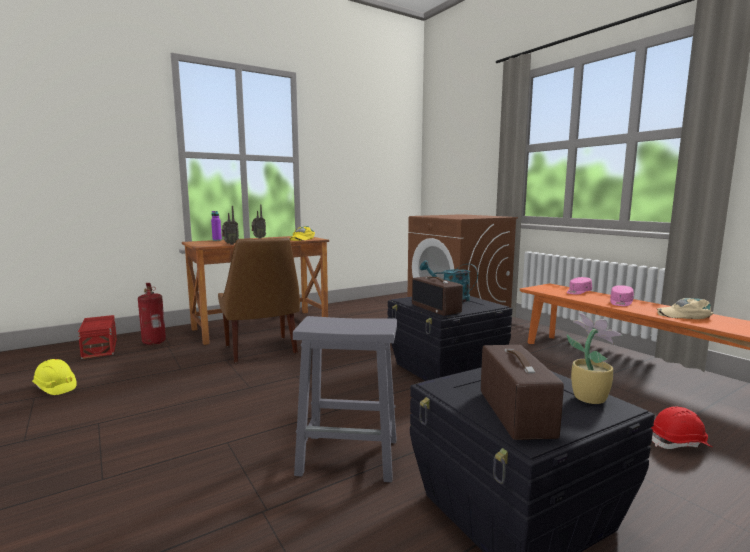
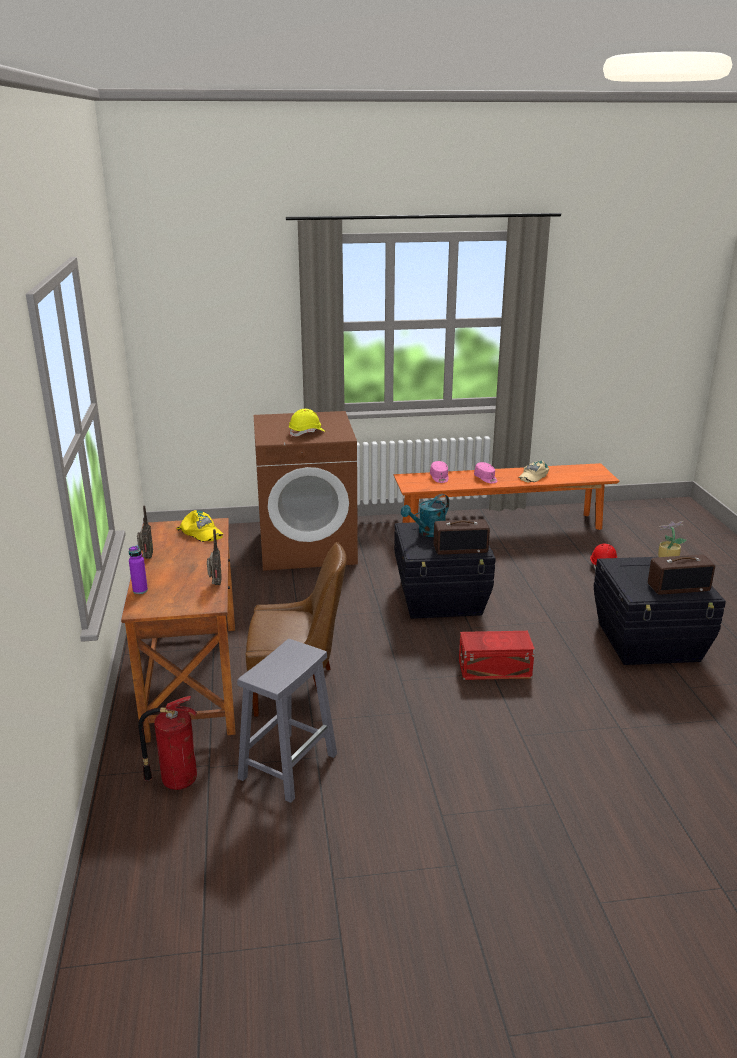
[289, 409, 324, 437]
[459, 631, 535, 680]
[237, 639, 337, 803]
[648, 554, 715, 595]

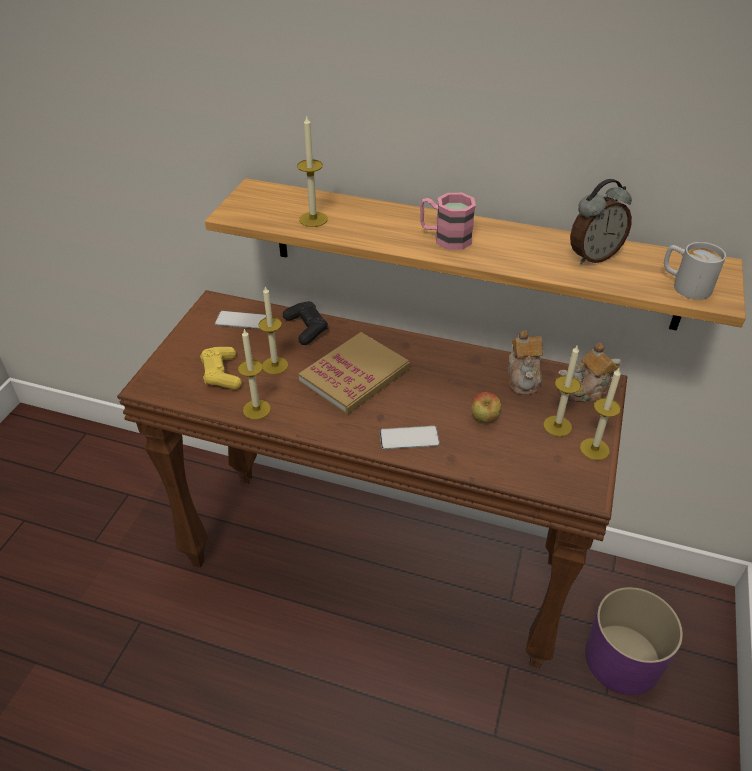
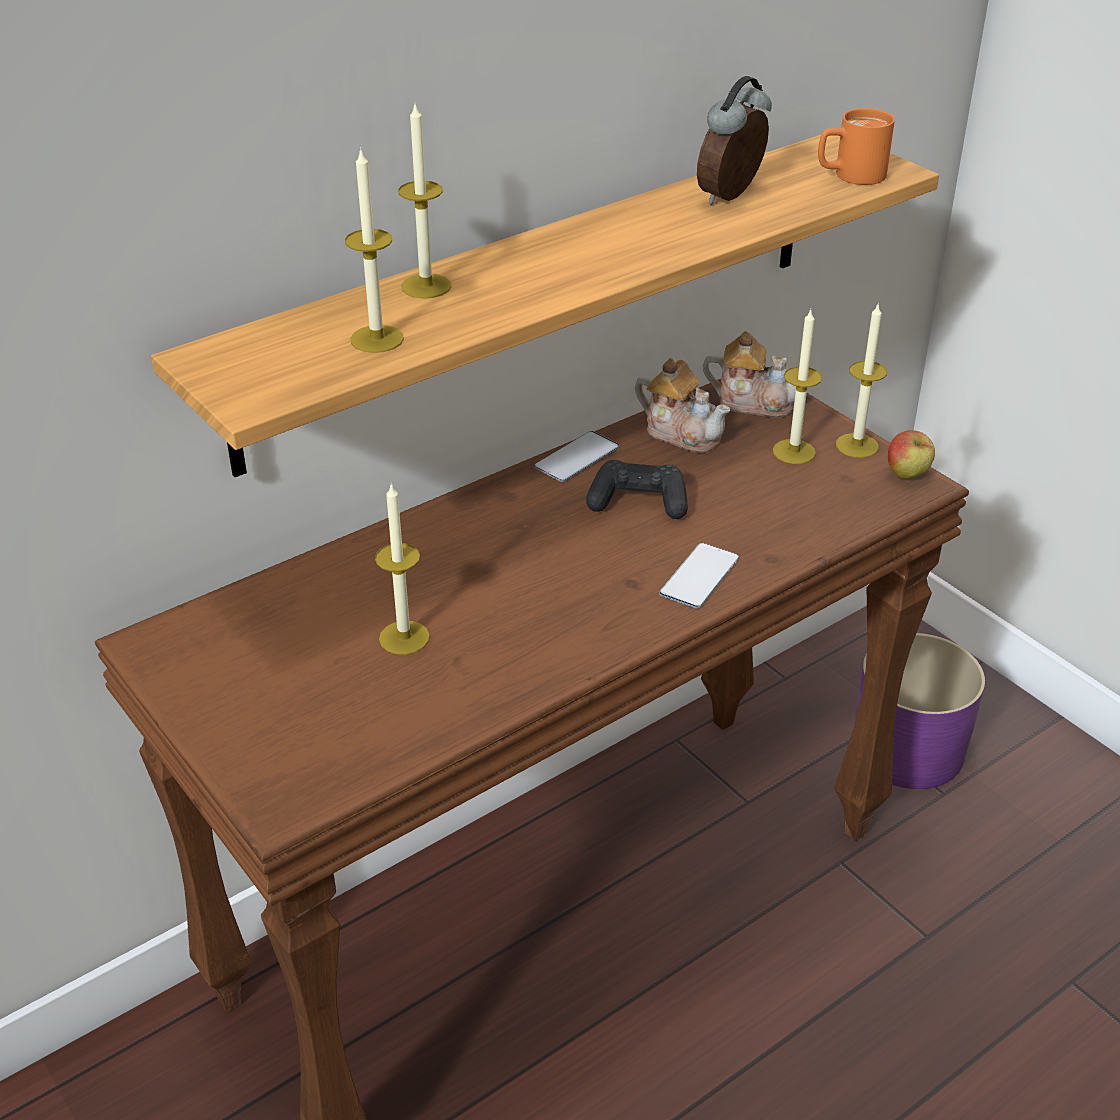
[200, 347, 242, 390] (first image)
[534, 431, 619, 482]
[398, 105, 451, 299]
[586, 460, 688, 519]
[298, 332, 410, 415] (first image)
[420, 193, 476, 250] (first image)
[888, 430, 935, 479]
[703, 331, 796, 418]
[697, 76, 772, 205]
[818, 108, 895, 185]

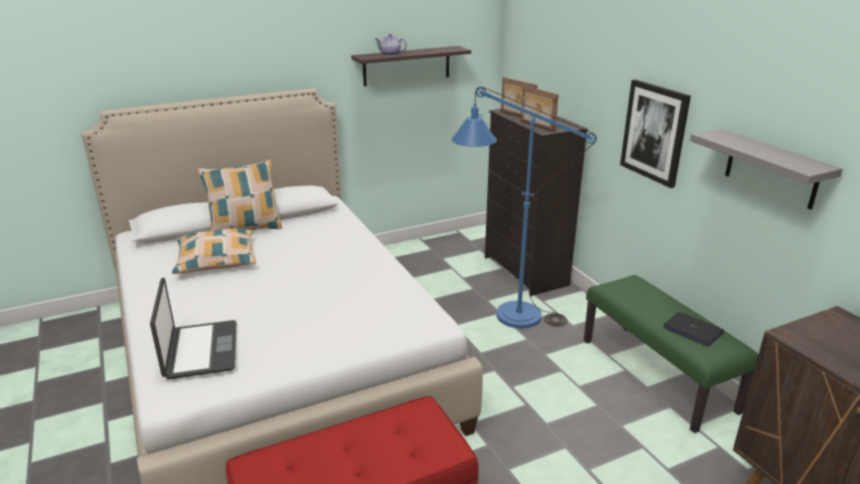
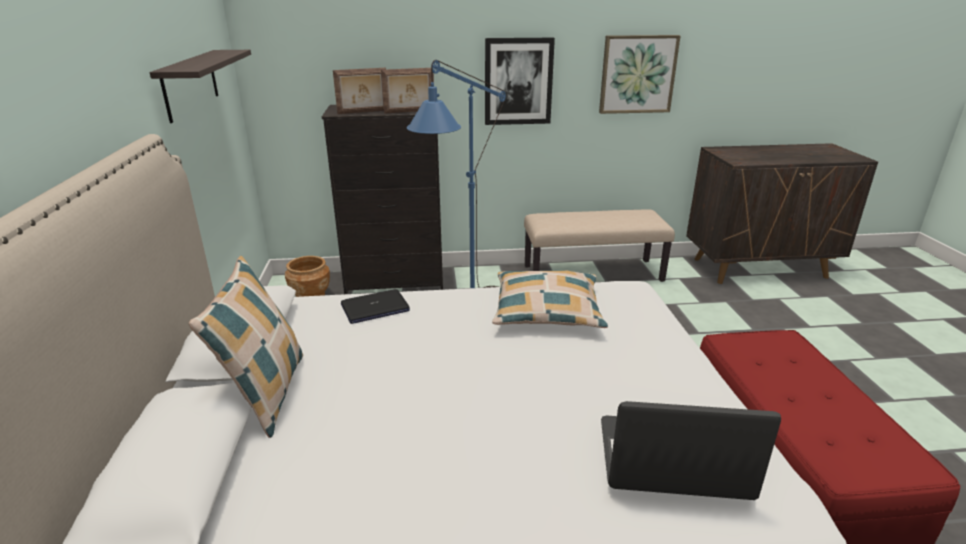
[492, 270, 608, 328]
[375, 34, 407, 56] (first image)
[524, 209, 675, 282]
[341, 289, 410, 324]
[599, 35, 681, 114]
[285, 256, 330, 297]

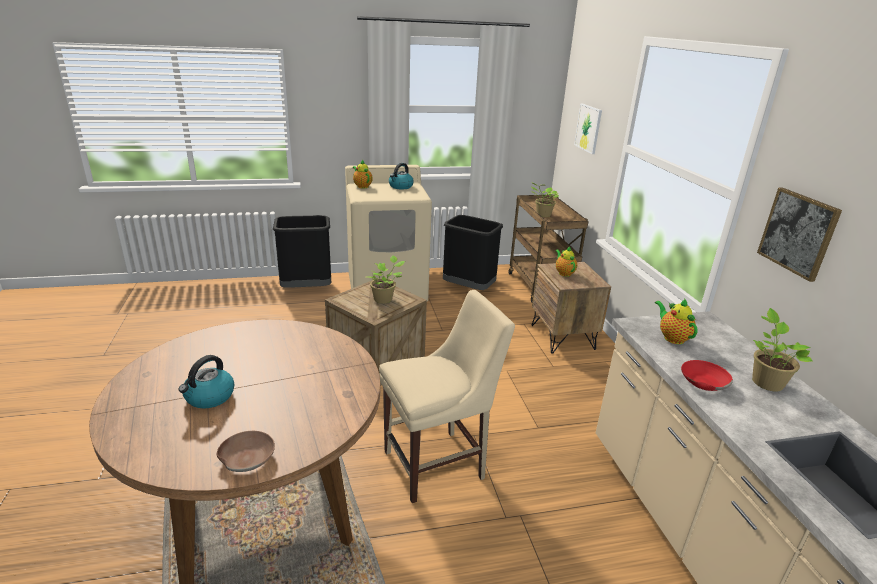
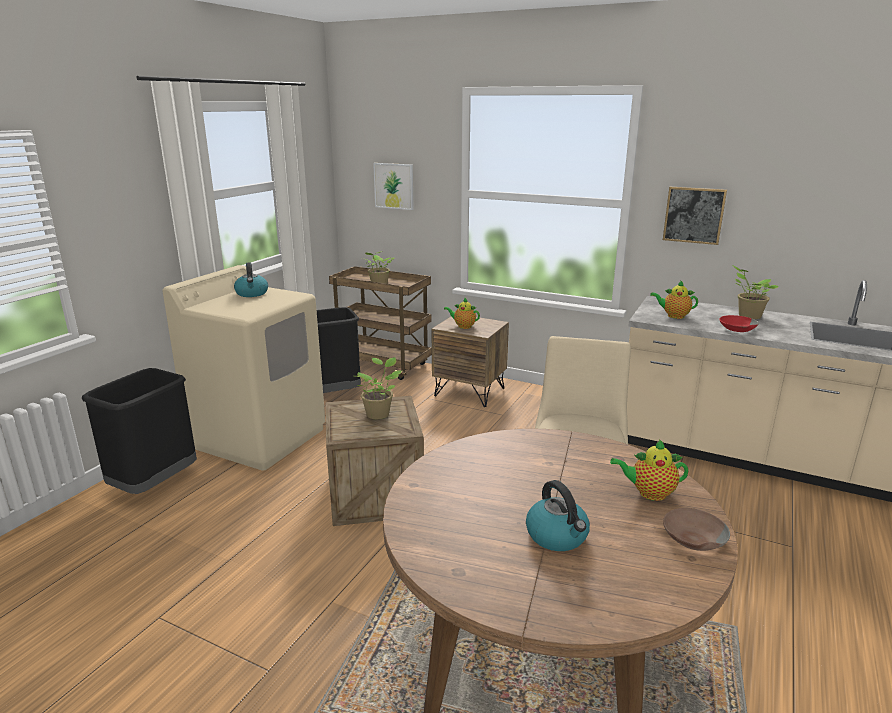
[610, 439, 688, 501]

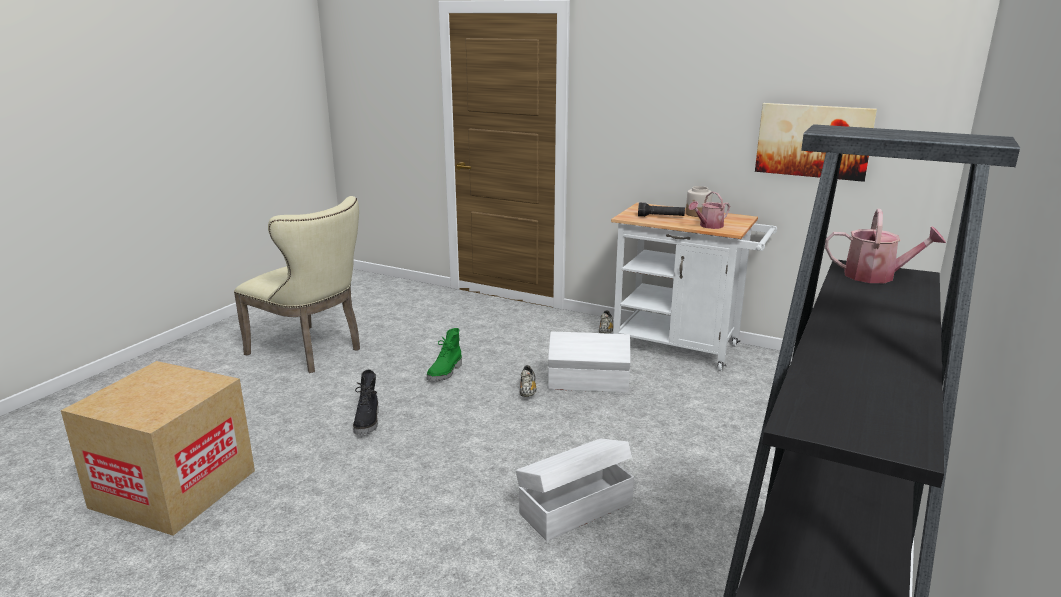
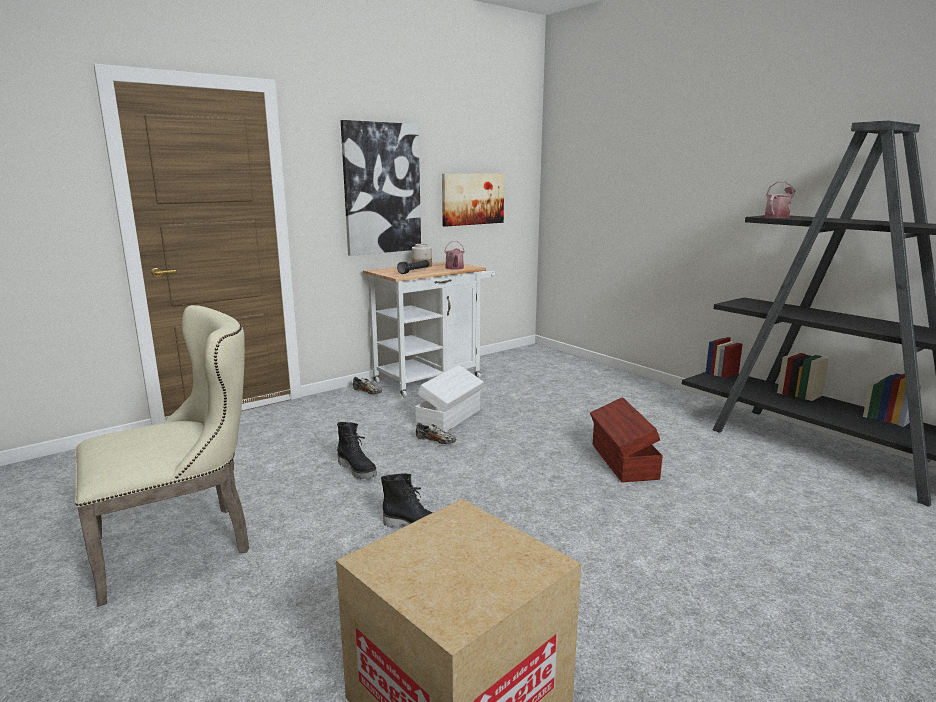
[337, 422, 377, 479]
[590, 397, 663, 482]
[341, 120, 421, 256]

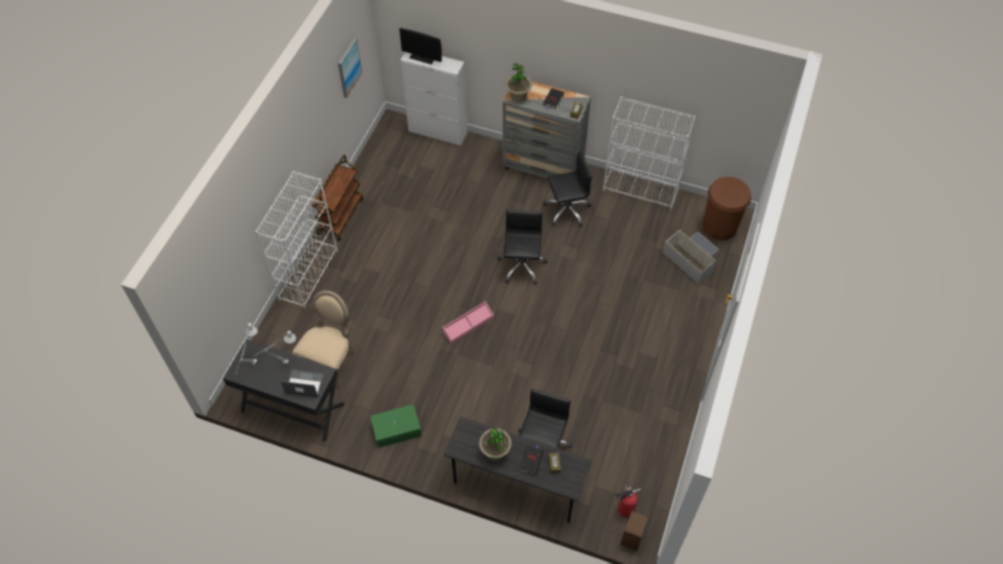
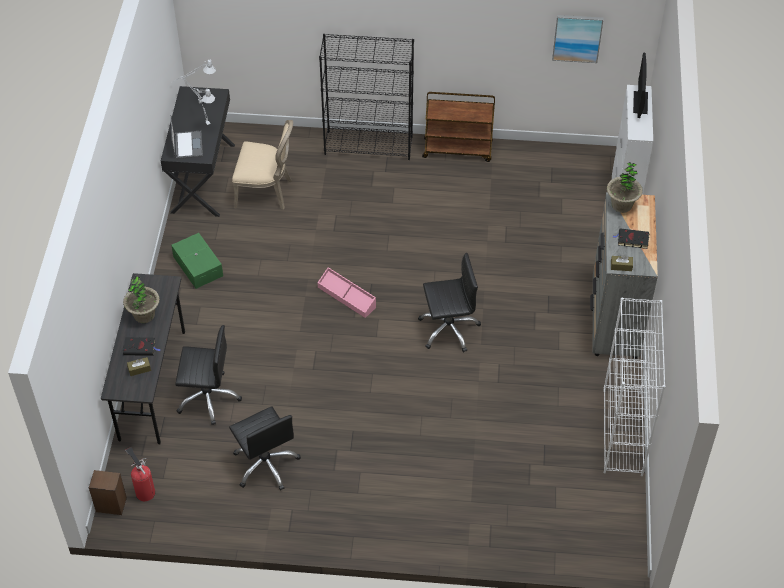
[319, 34, 414, 160]
[229, 406, 301, 491]
[663, 230, 719, 284] (first image)
[703, 177, 751, 241] (first image)

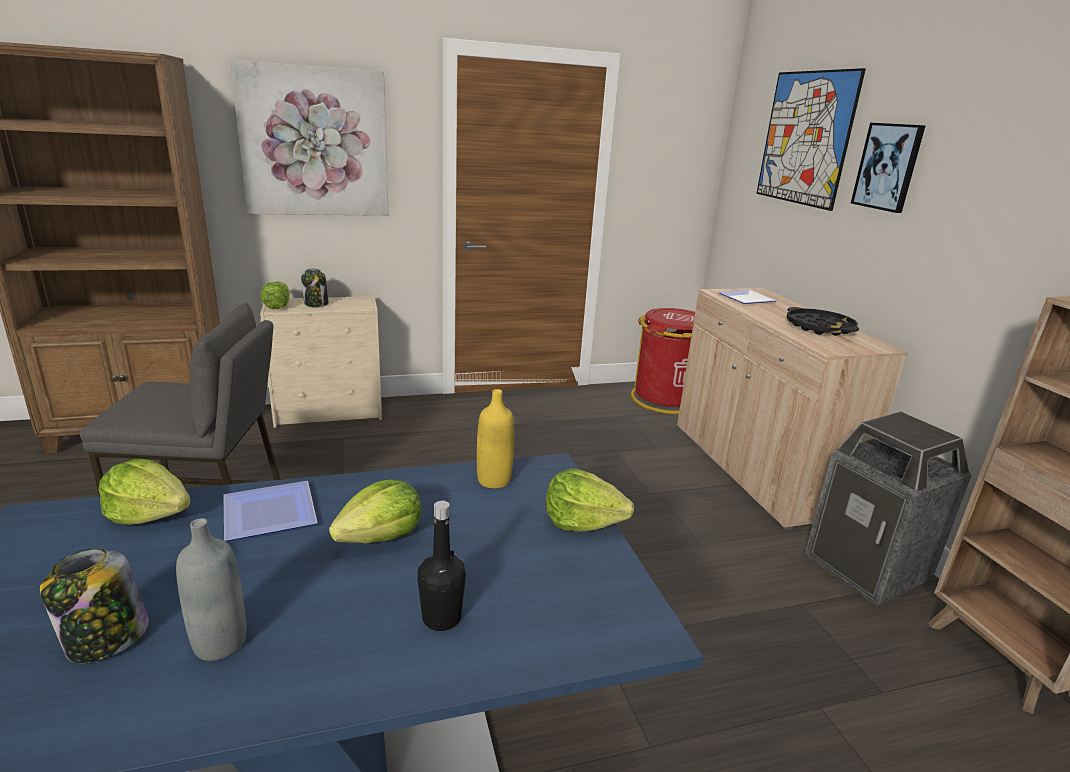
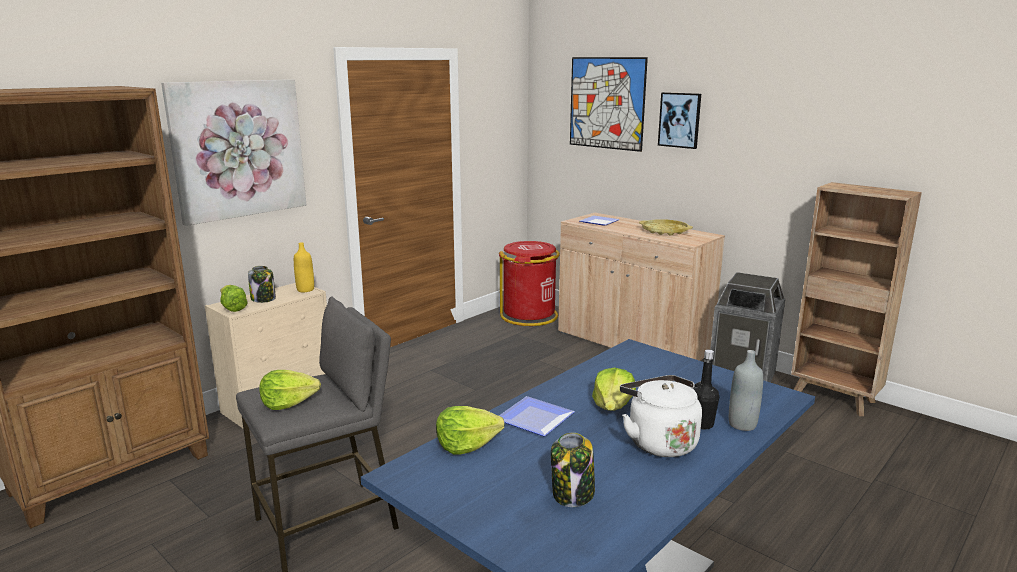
[729, 350, 763, 431]
[294, 242, 314, 292]
[259, 370, 321, 410]
[639, 219, 693, 236]
[620, 375, 702, 457]

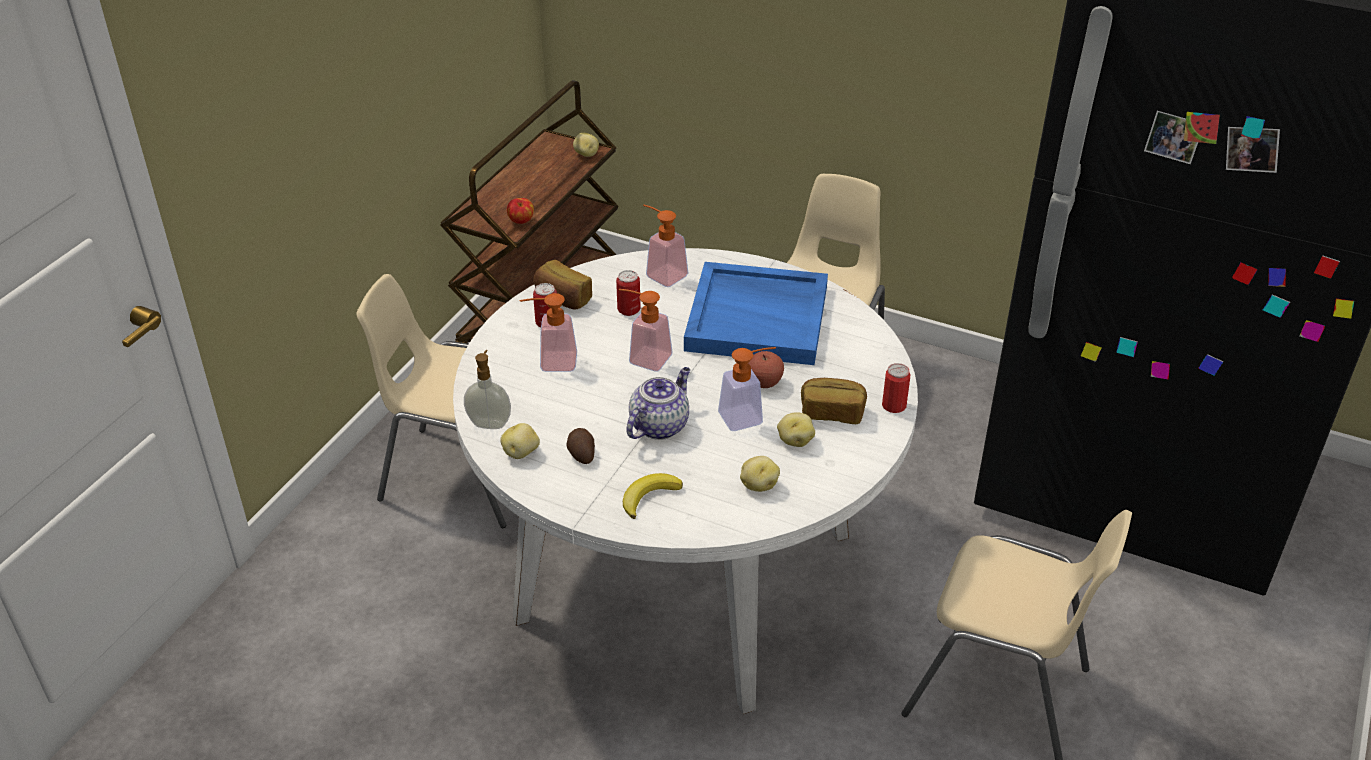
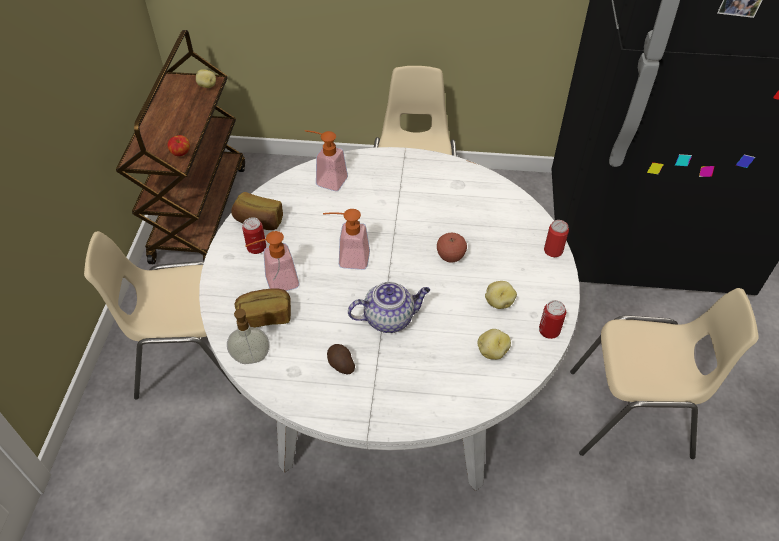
[500, 423, 540, 459] (first image)
[539, 300, 566, 339]
[623, 473, 683, 519] (first image)
[348, 282, 430, 333]
[684, 262, 828, 365] (first image)
[718, 347, 776, 431] (first image)
[235, 288, 291, 328]

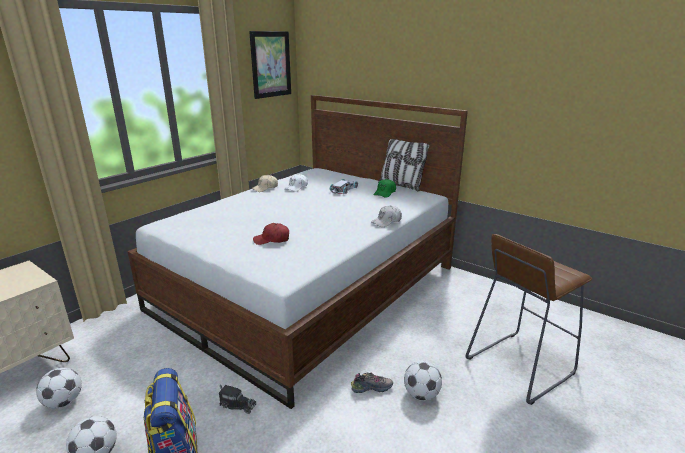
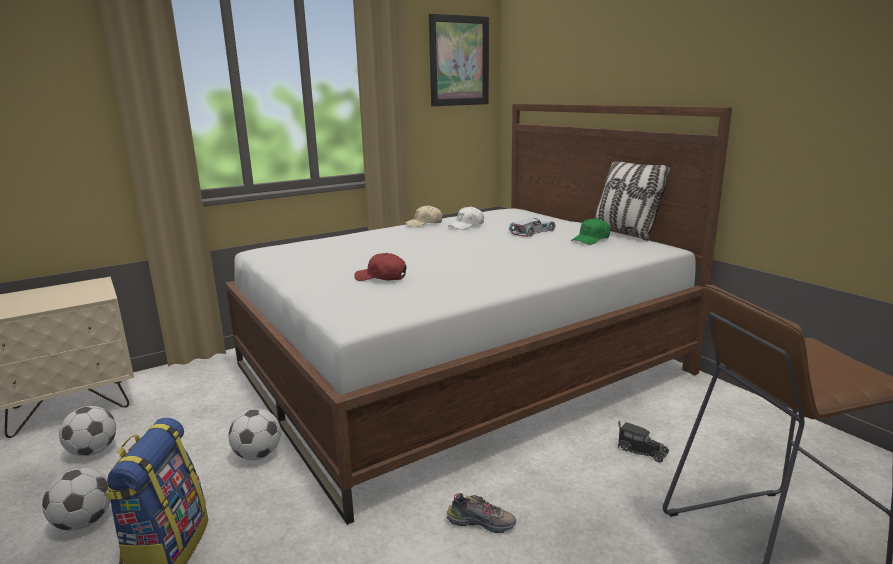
[618, 420, 669, 463]
[371, 205, 402, 227] (first image)
[228, 409, 281, 460]

